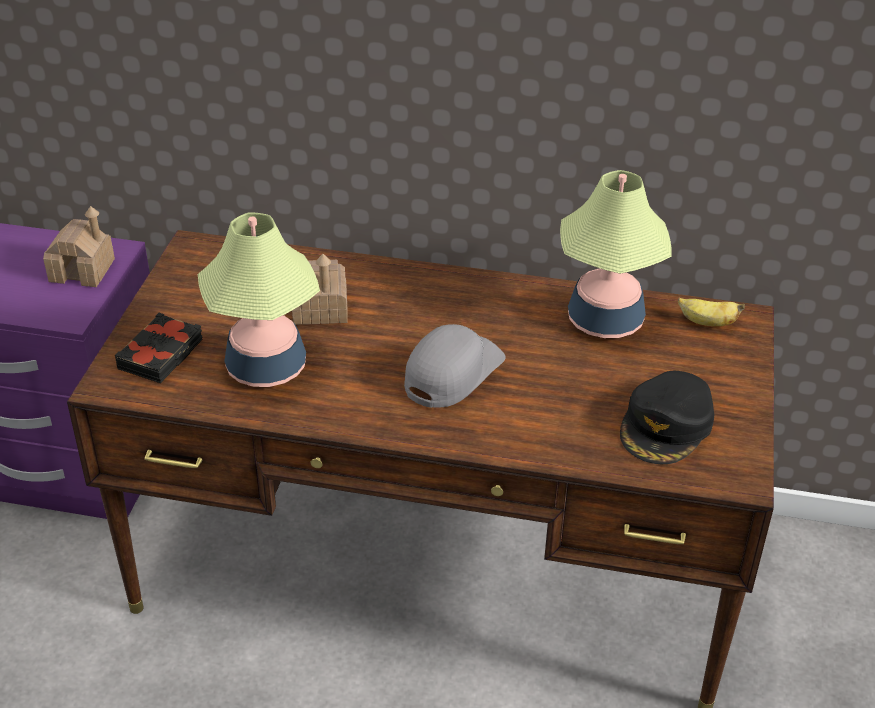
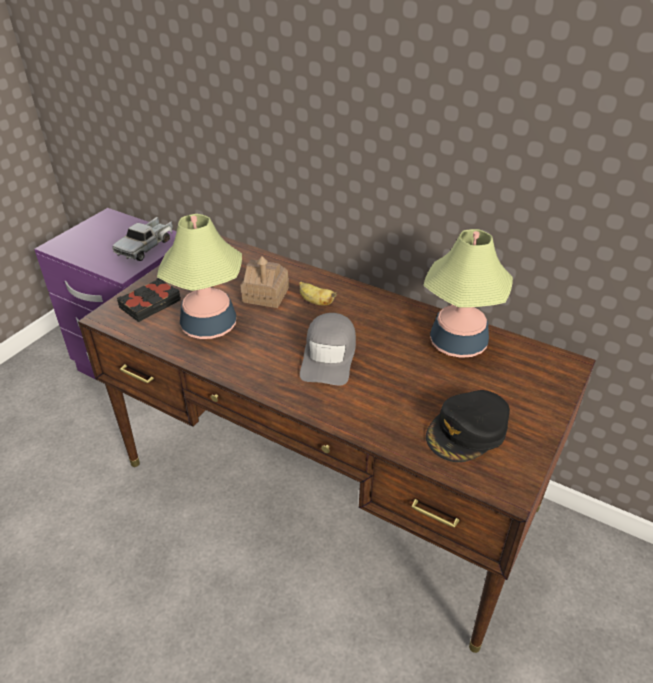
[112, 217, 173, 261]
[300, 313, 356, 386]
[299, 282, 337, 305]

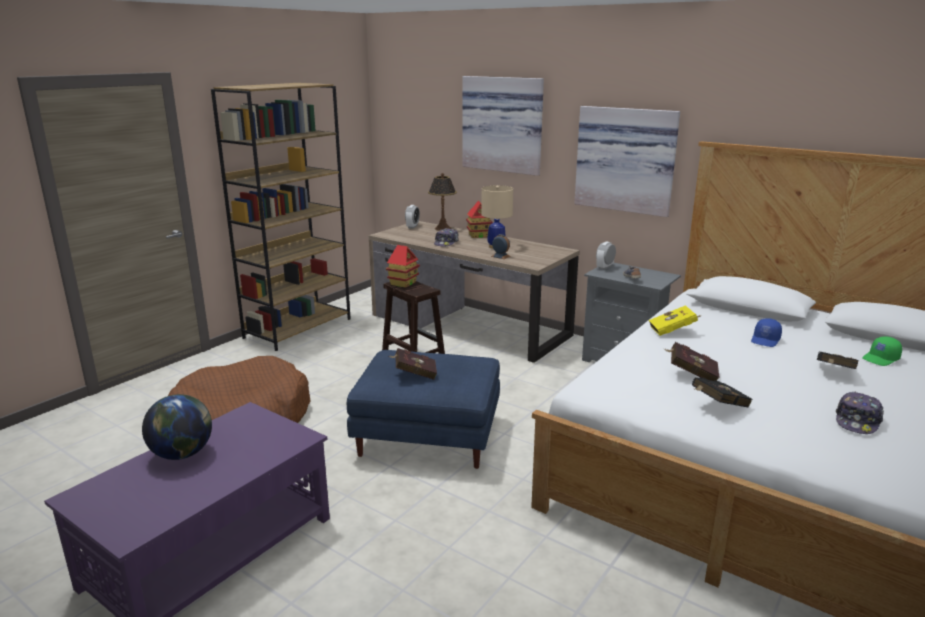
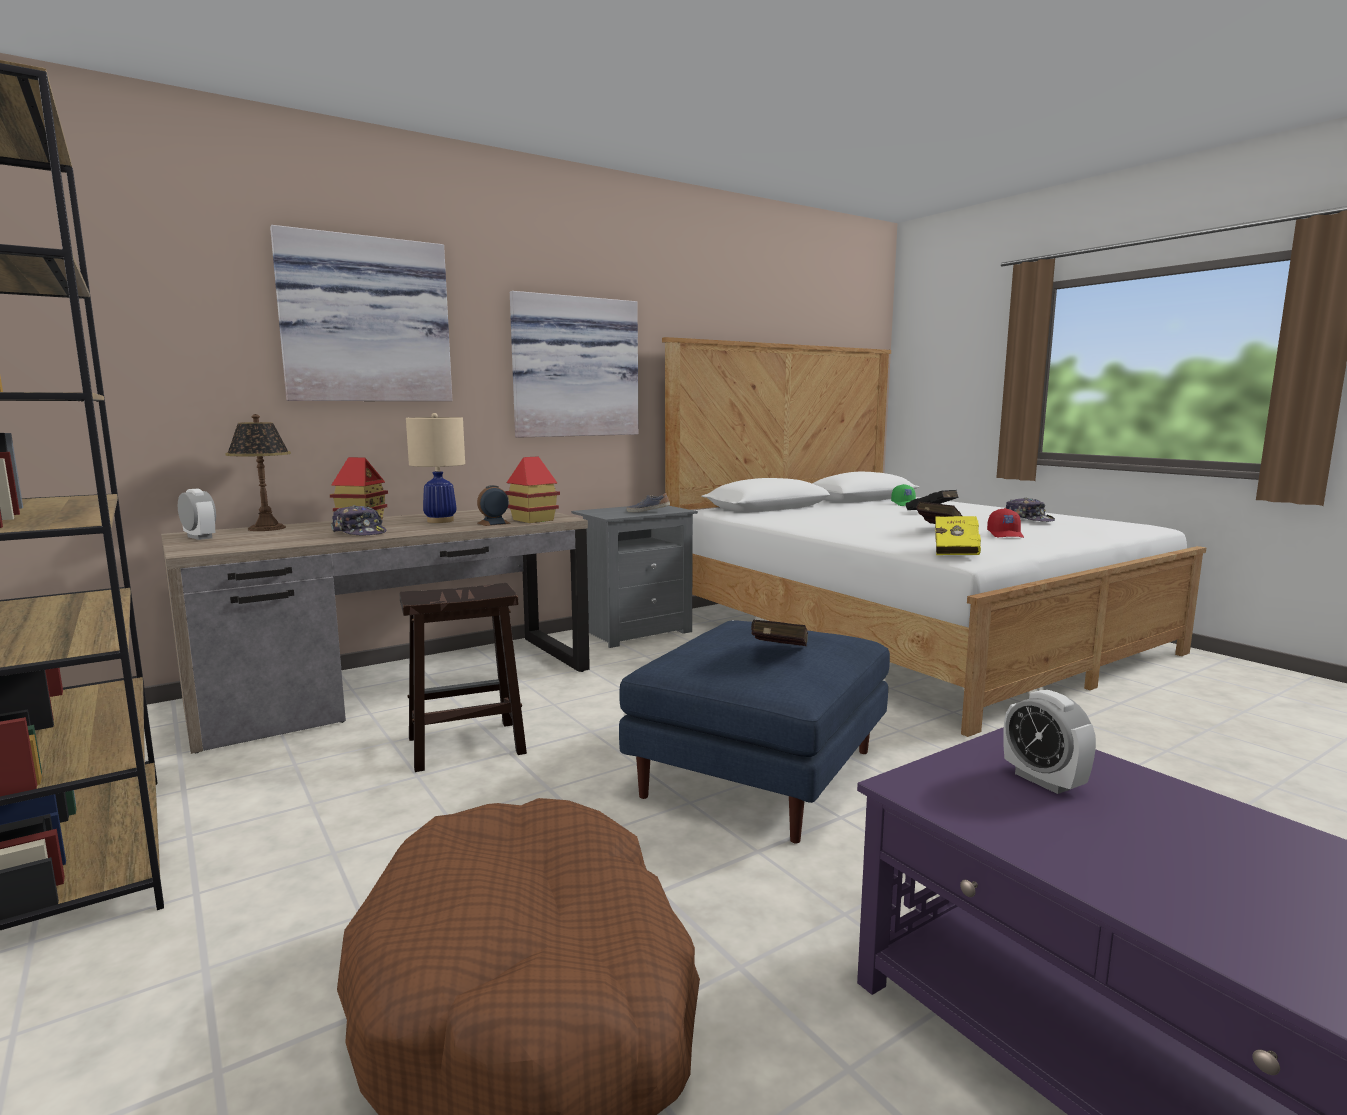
[142, 394, 212, 460] (first image)
[505, 456, 560, 523]
[1003, 690, 1096, 794]
[935, 516, 981, 555]
[987, 508, 1024, 538]
[751, 318, 782, 347] (first image)

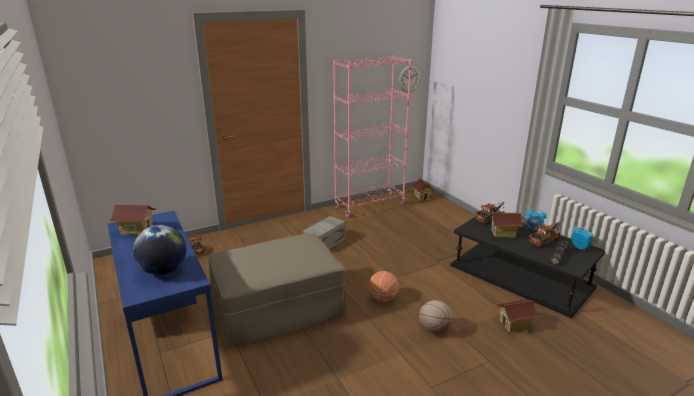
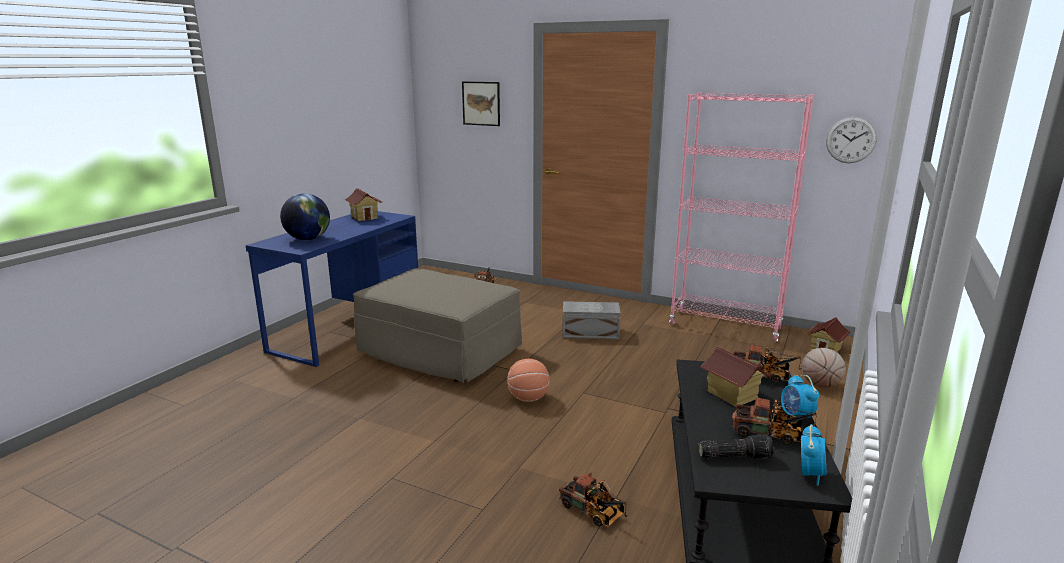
[802, 348, 846, 388]
[559, 473, 627, 527]
[462, 81, 500, 126]

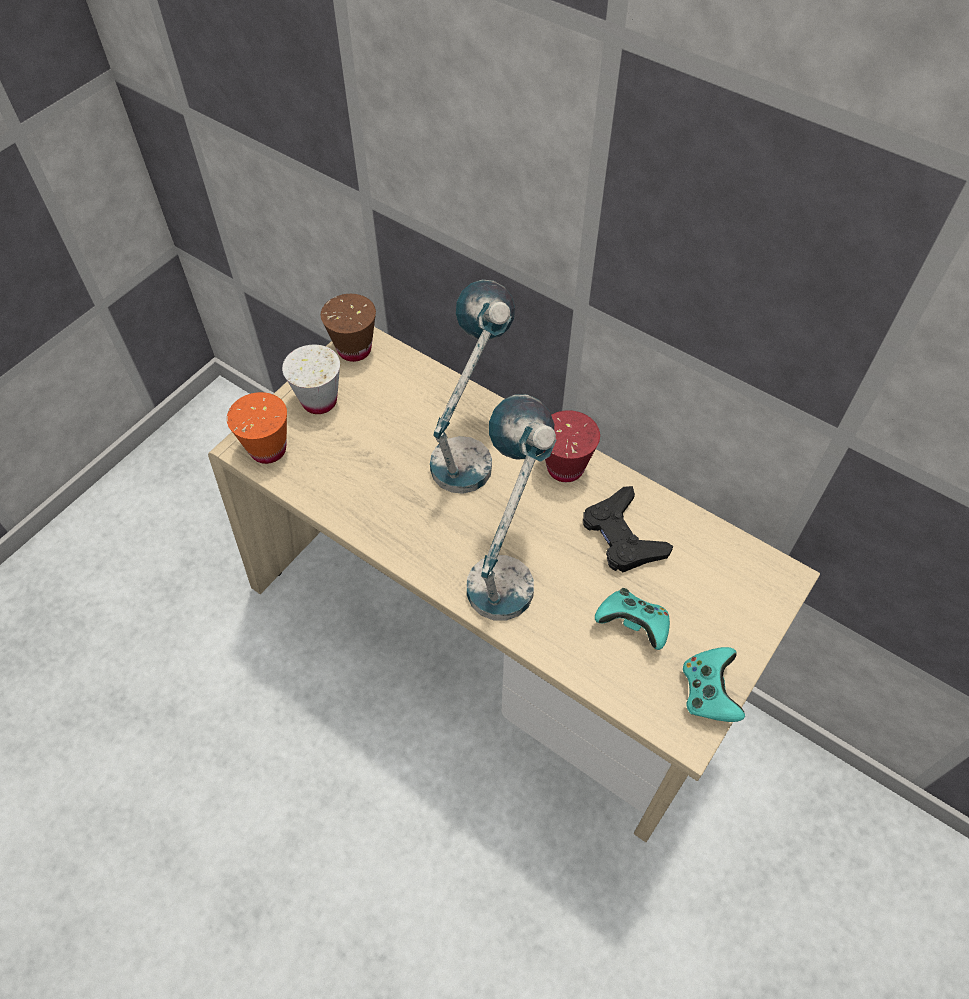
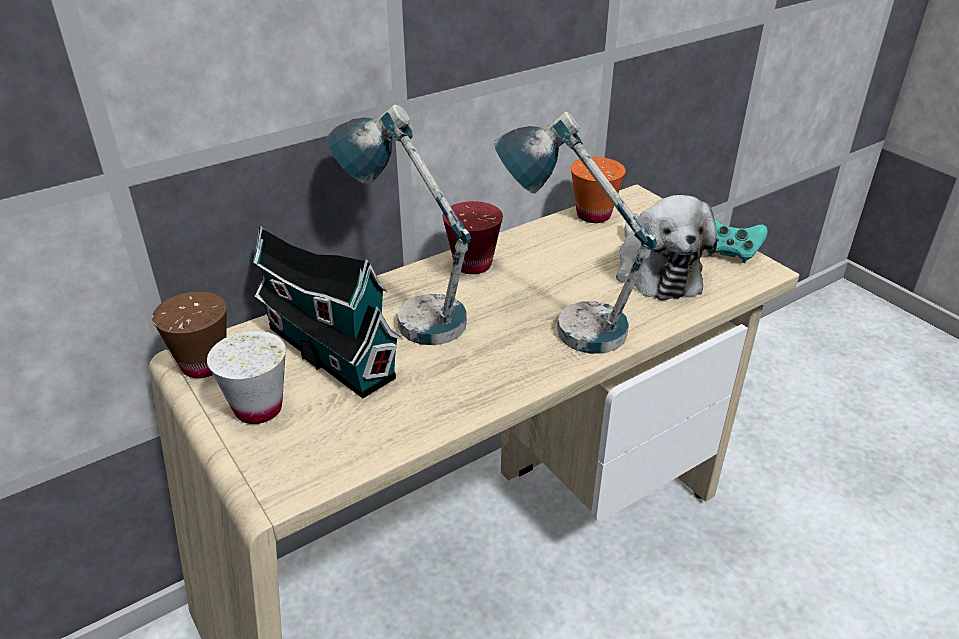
[571, 157, 626, 223]
[583, 486, 673, 572] (first image)
[616, 195, 717, 300]
[253, 226, 403, 398]

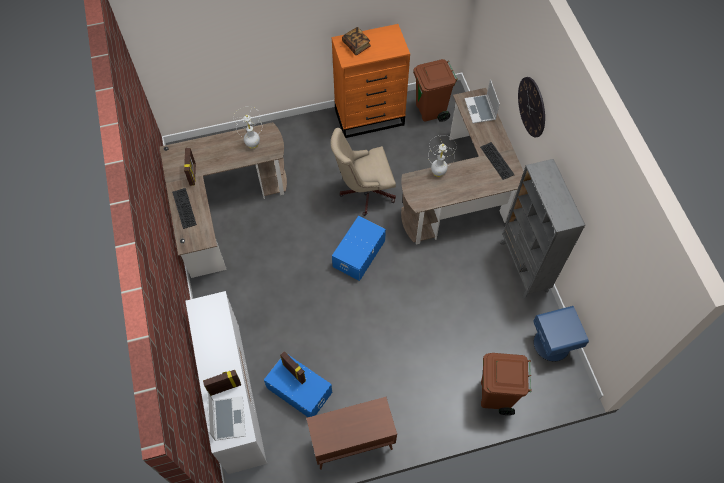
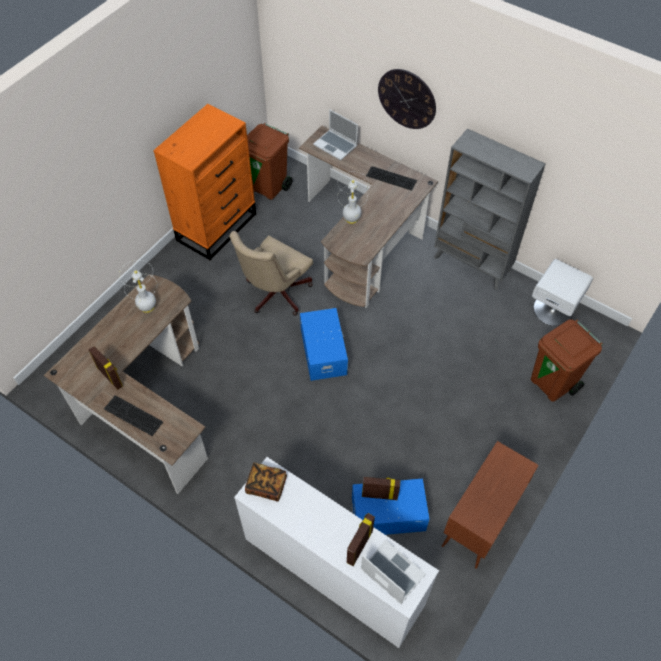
[245, 463, 287, 502]
[532, 259, 593, 326]

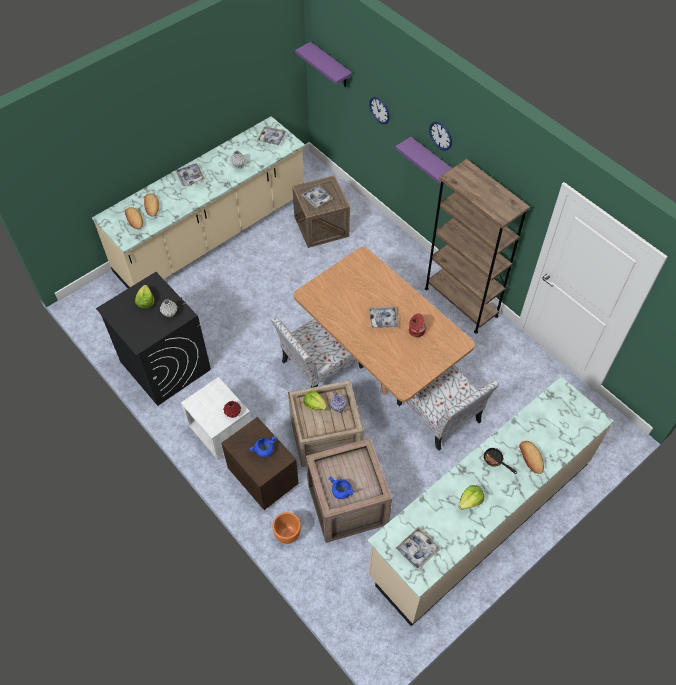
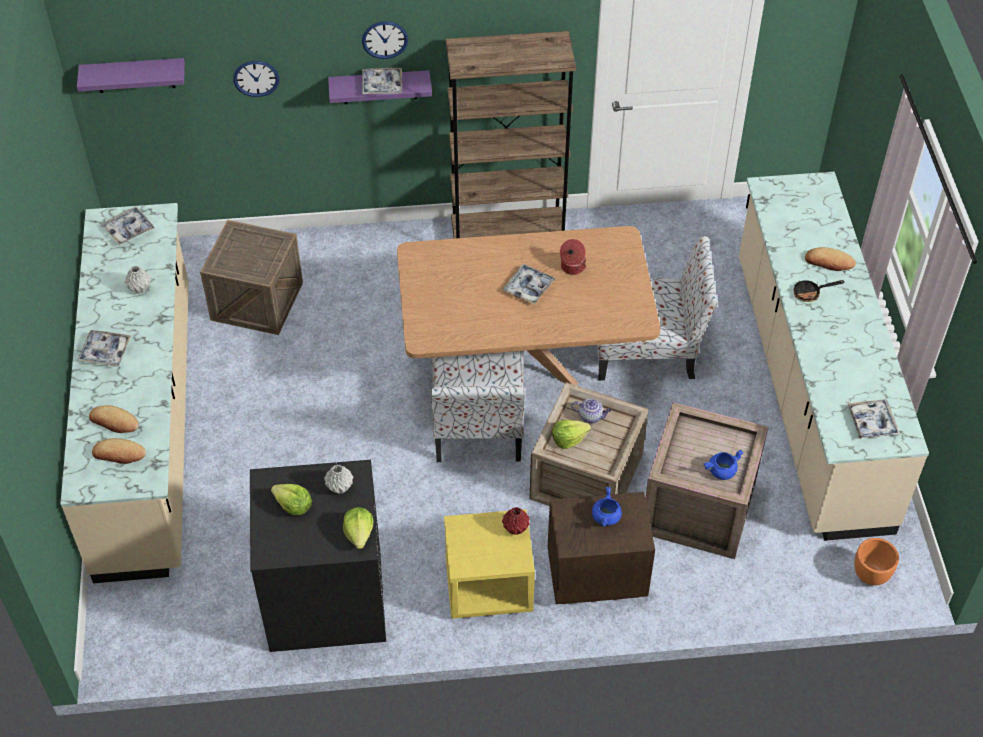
[444, 509, 535, 619]
[854, 538, 899, 585]
[362, 68, 402, 94]
[343, 507, 374, 549]

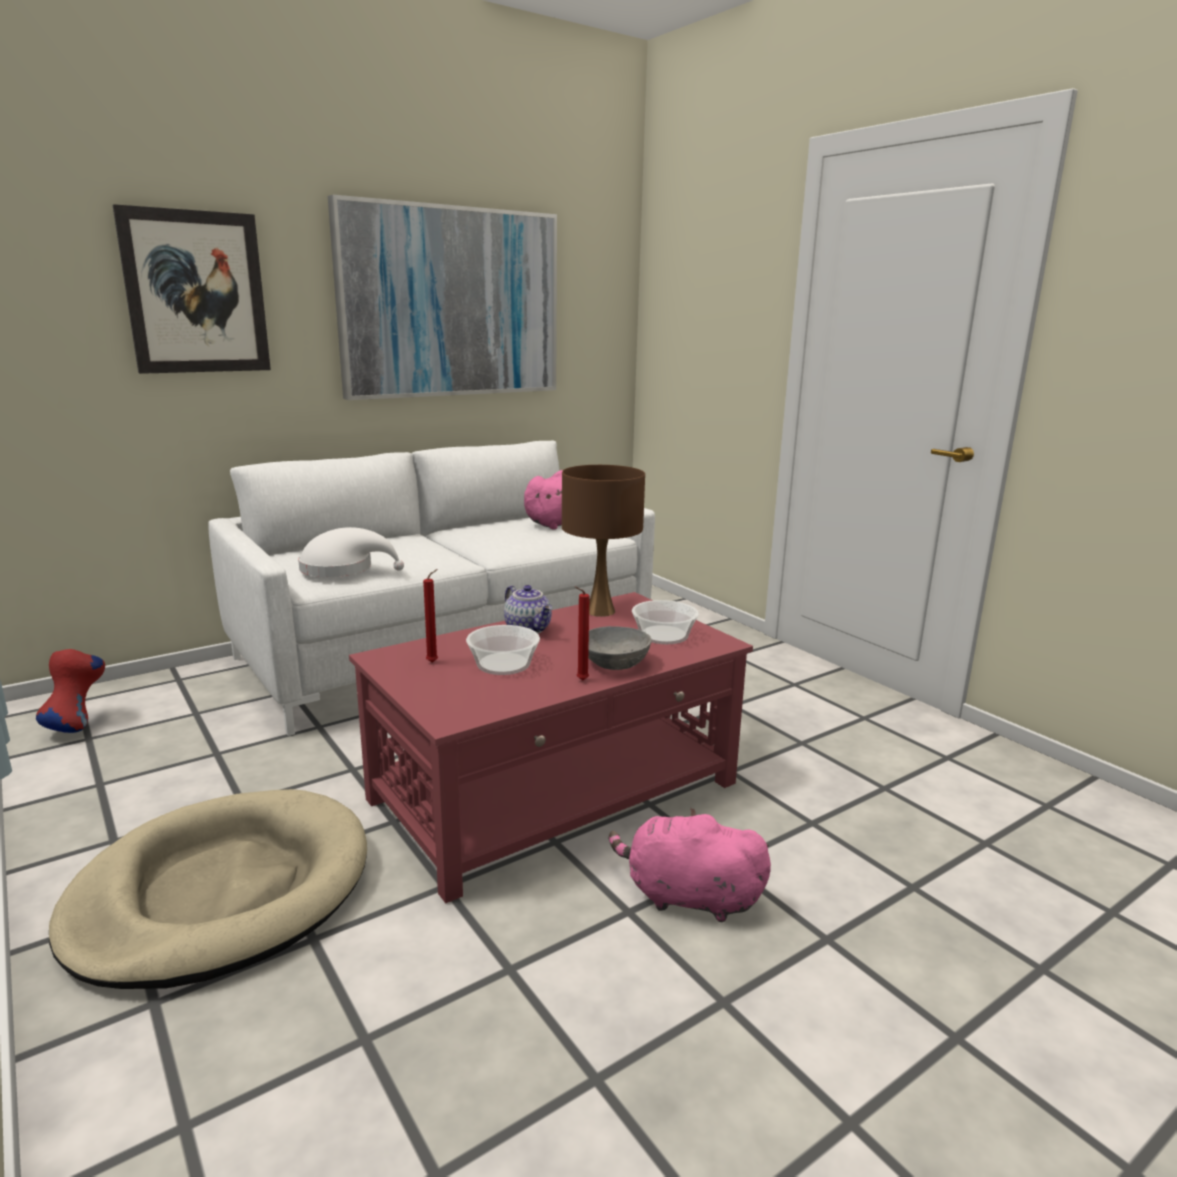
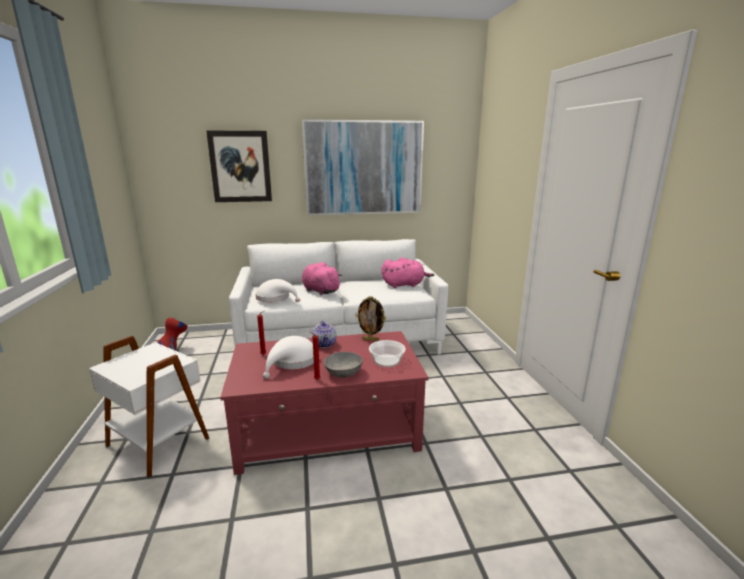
[89, 336, 209, 478]
[263, 336, 314, 379]
[355, 296, 386, 341]
[302, 262, 342, 295]

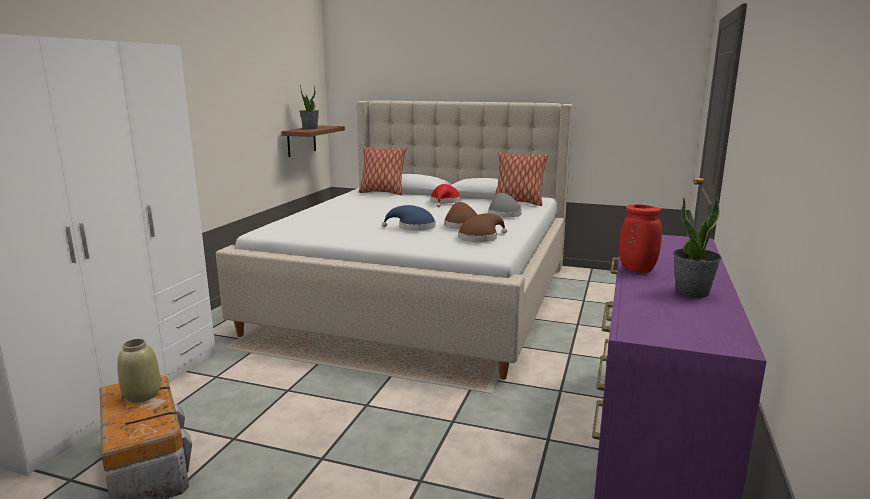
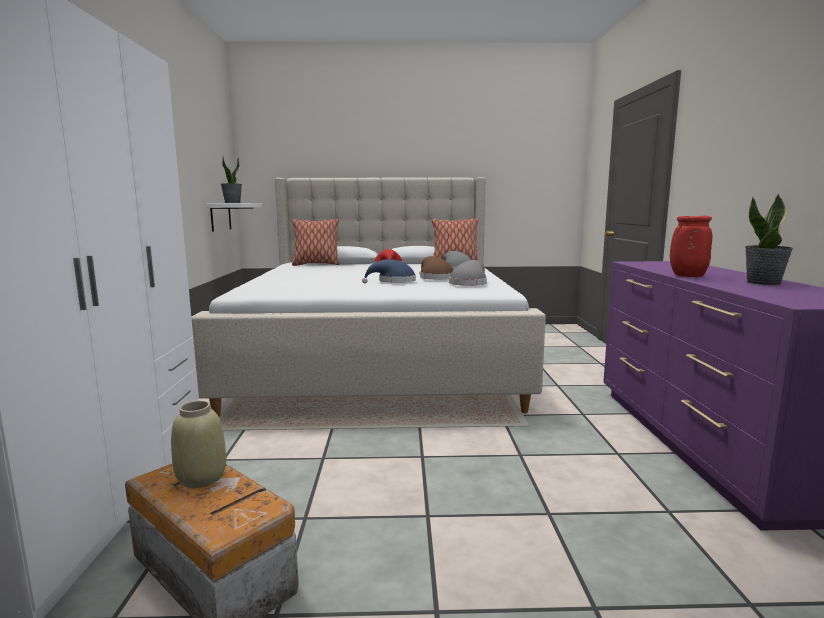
[206, 203, 262, 232]
[449, 260, 487, 286]

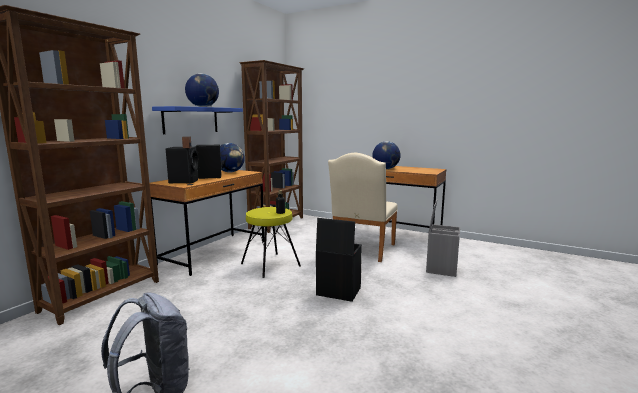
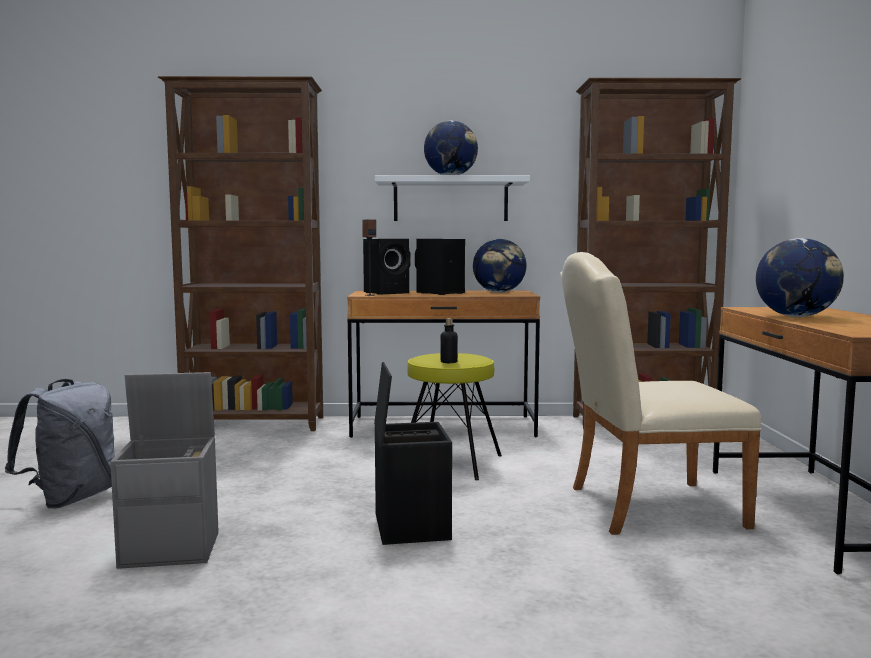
[375, 175, 530, 221]
[110, 372, 219, 569]

